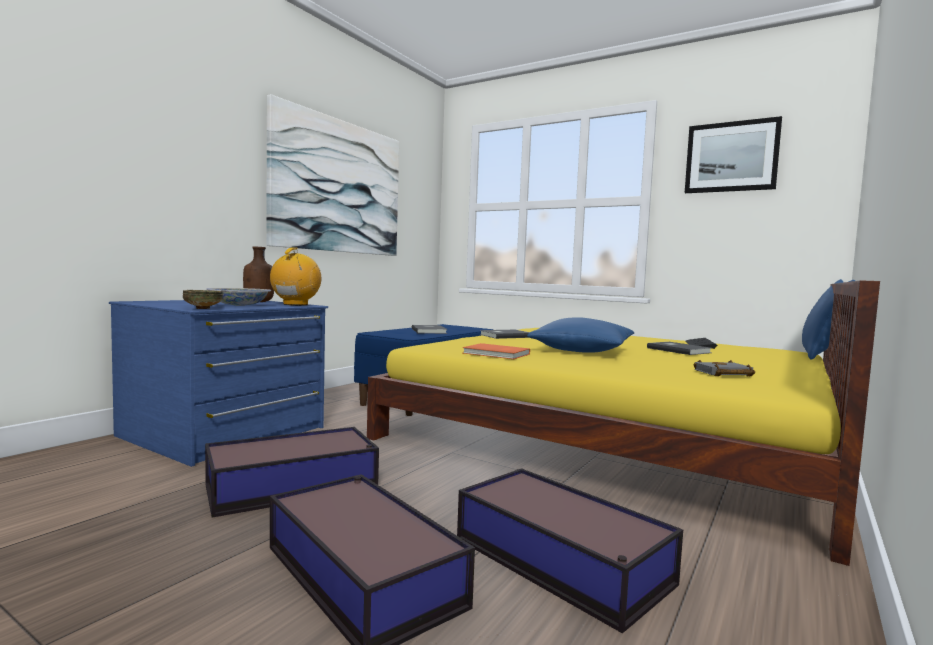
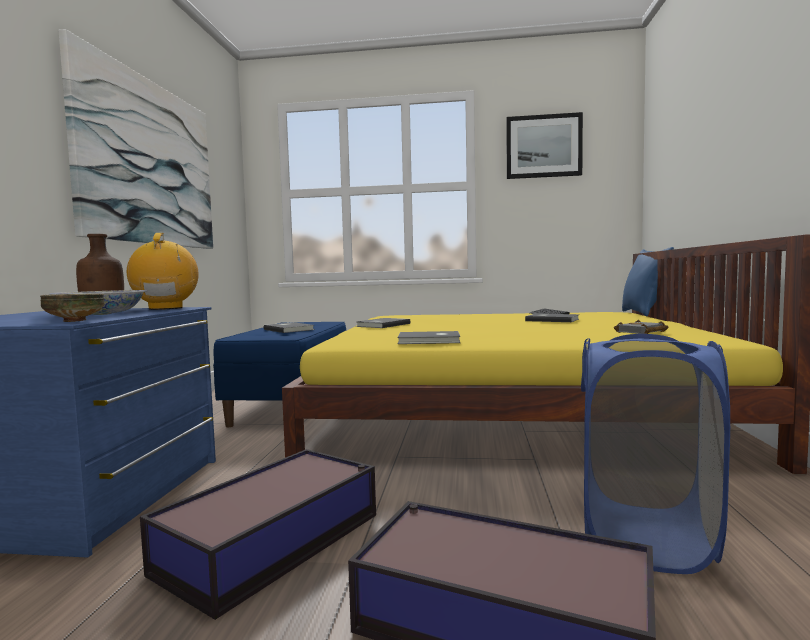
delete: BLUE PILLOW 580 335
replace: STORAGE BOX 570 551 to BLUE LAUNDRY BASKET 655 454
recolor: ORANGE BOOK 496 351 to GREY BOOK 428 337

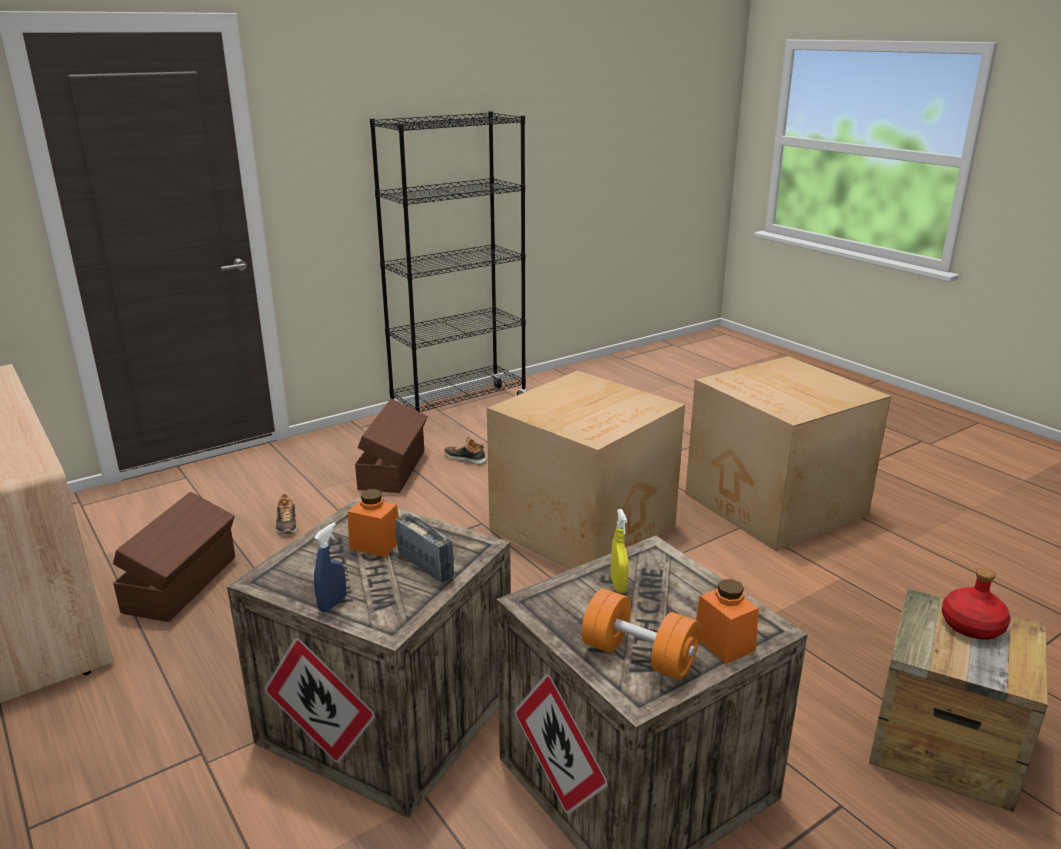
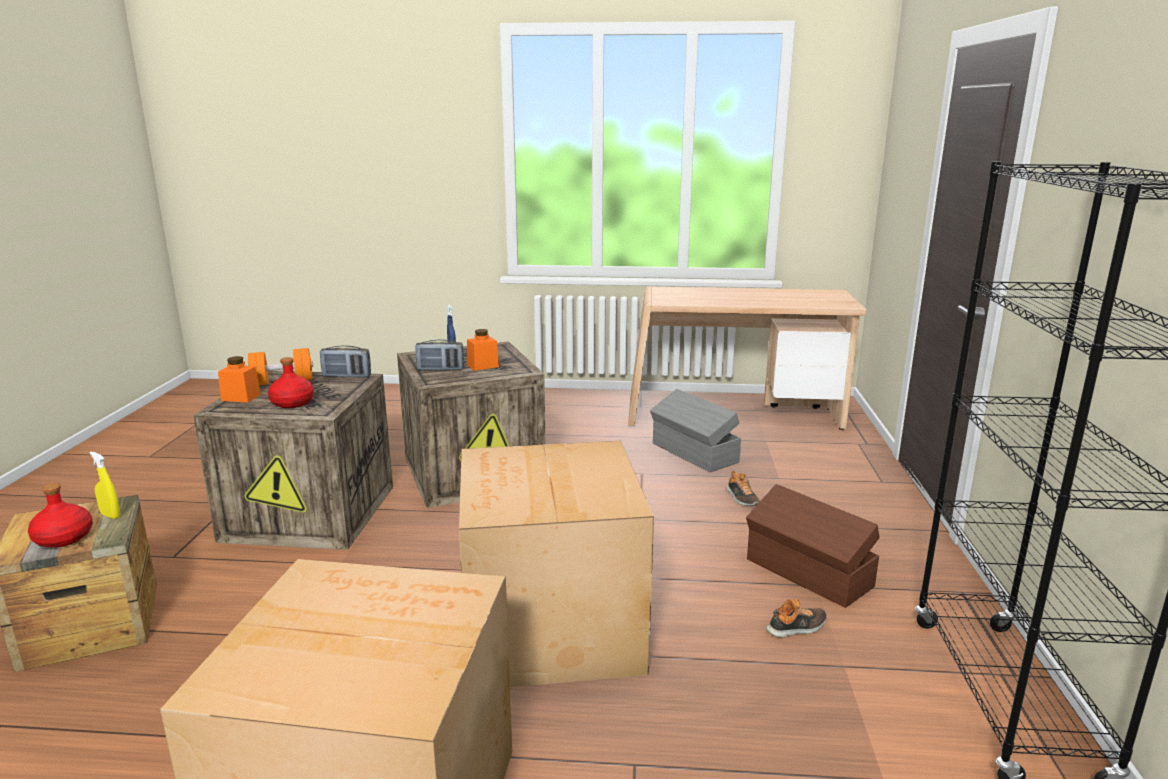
insert: RED BOTTLE 291 382; RADIO 345 361
move: YELLOW SPRAY BOTTLE 620 551 to 105 485
recolor: BROWN STORAGE BOX 174 557 to GREY STORAGE BOX 695 430
rotate: SHOE 286 514 = 743 488 135 degrees counterclockwise

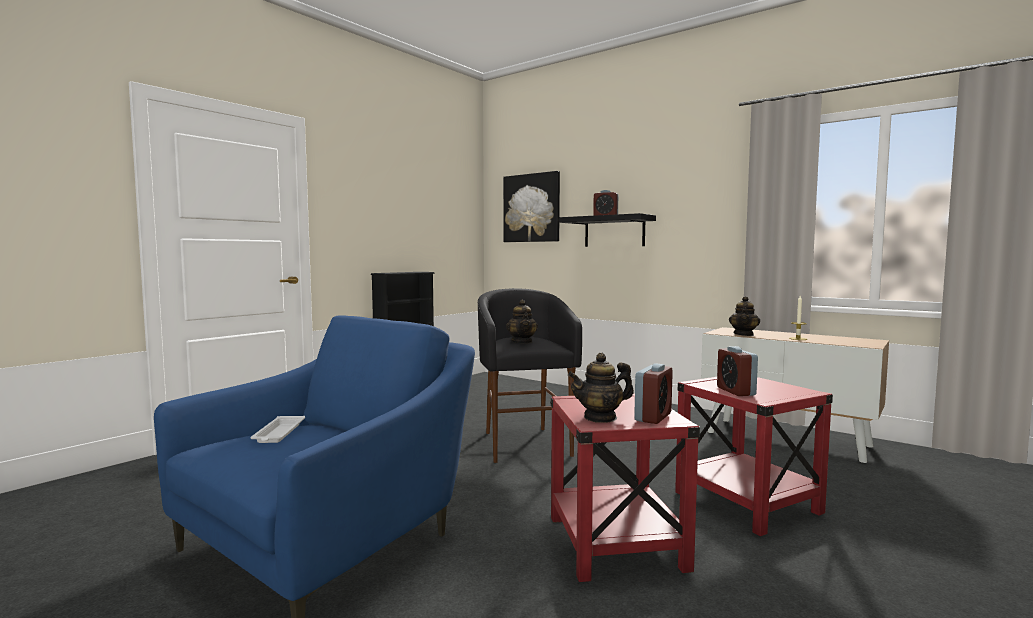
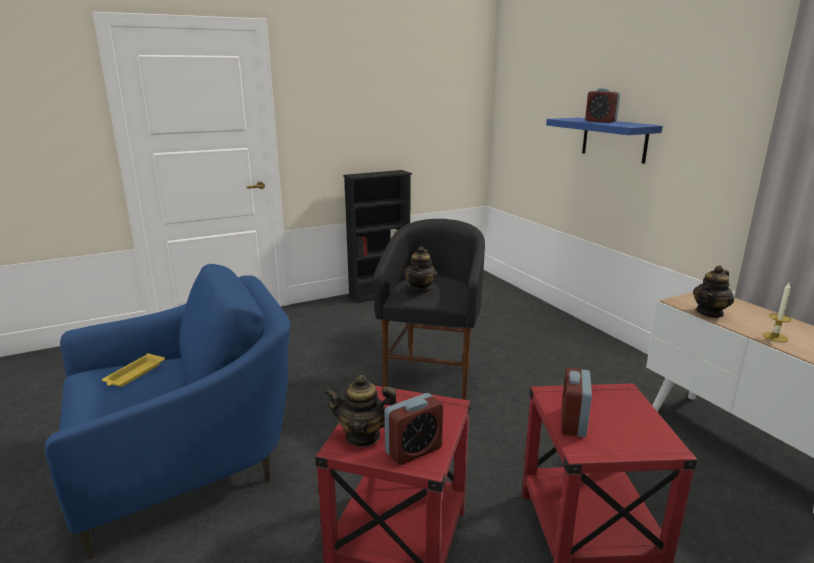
delete: PICTURE 531 206
recolor: WHITE TRAY 277 429 to YELLOW TRAY 133 370; BLACK SHELF 607 230 to BLUE SHELF 604 141

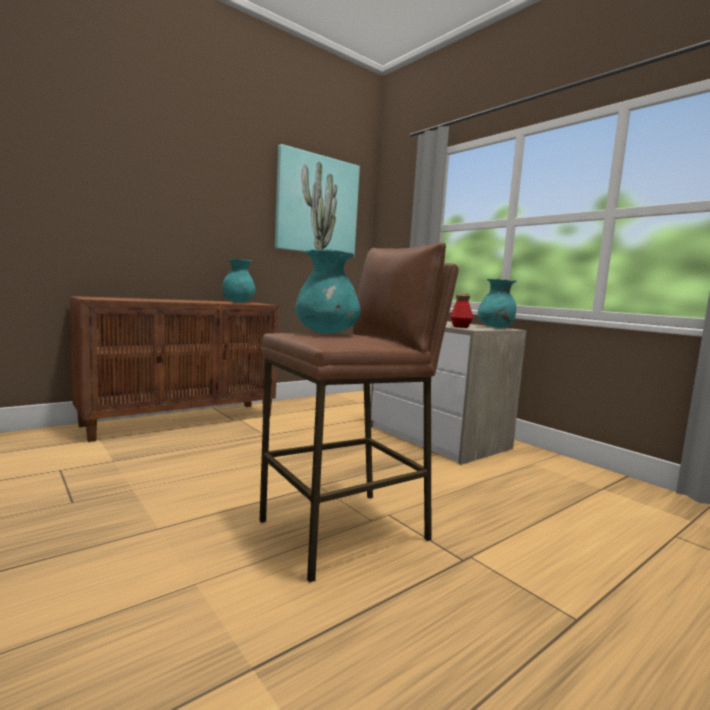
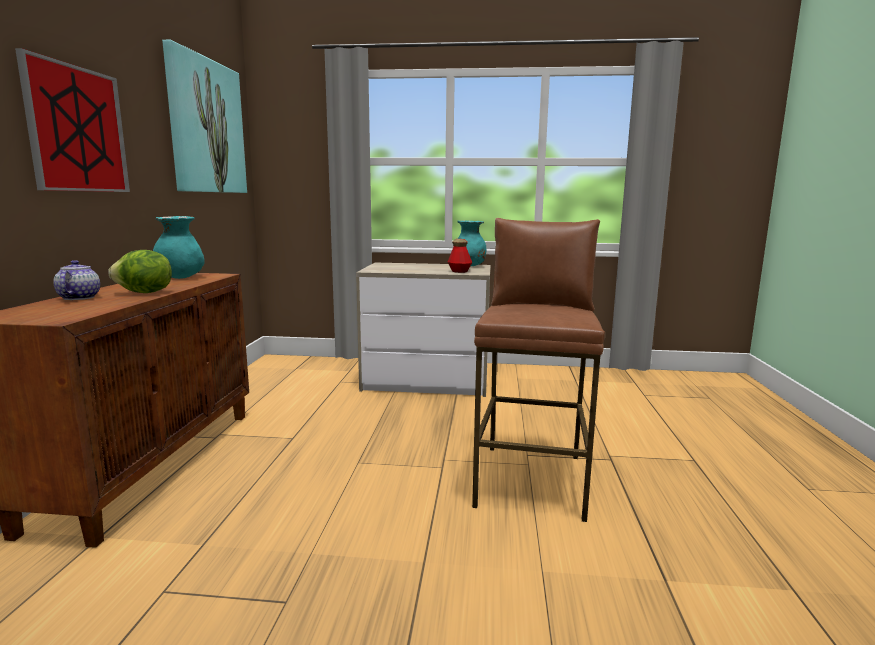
delete: TURQUOISE VASE 328 291
insert: PICTURE 72 120; TEAPOT 76 280; LETTUCE 140 271

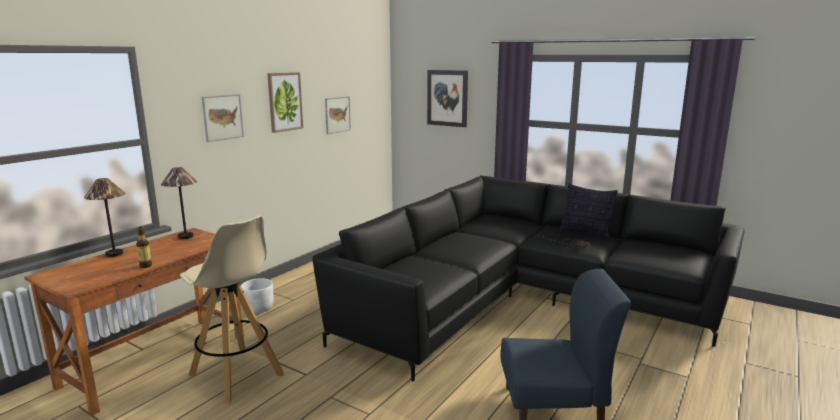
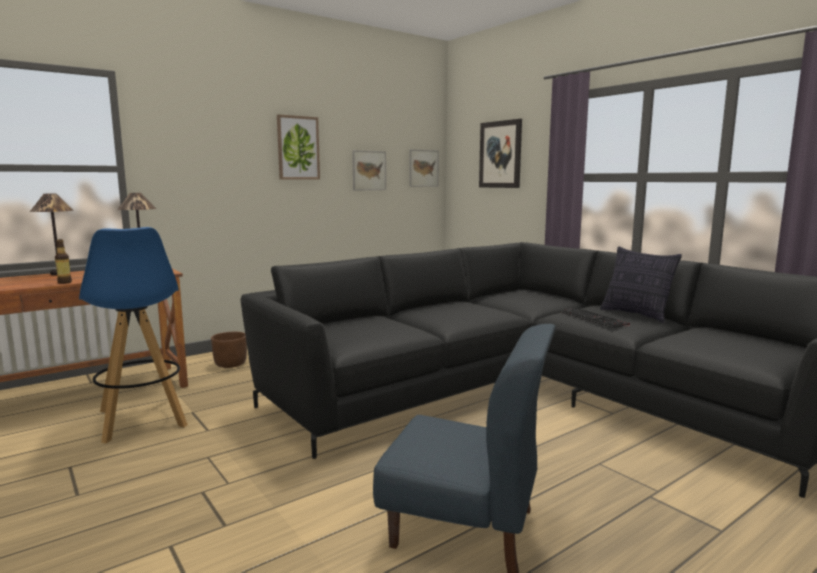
move: PICTURE 223 118 to 424 168
recolor: BEIGE STOOL 232 309 to BLUE STOOL 133 335; WHITE PLANTER 257 295 to BROWN PLANTER 229 350

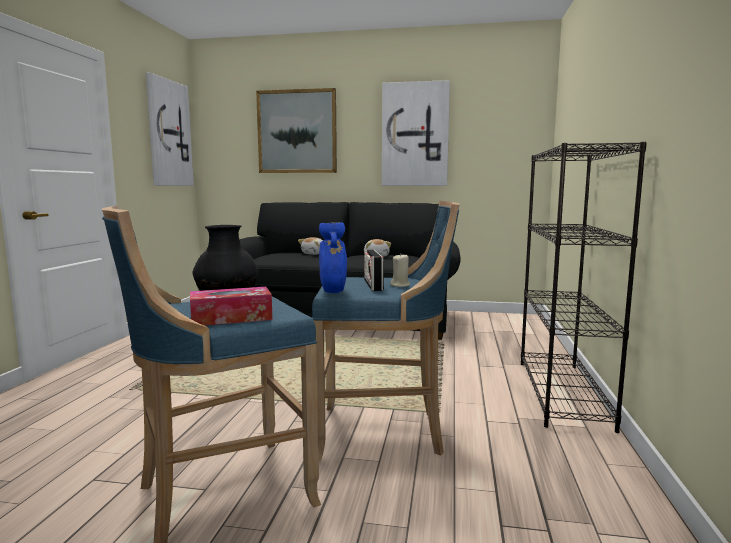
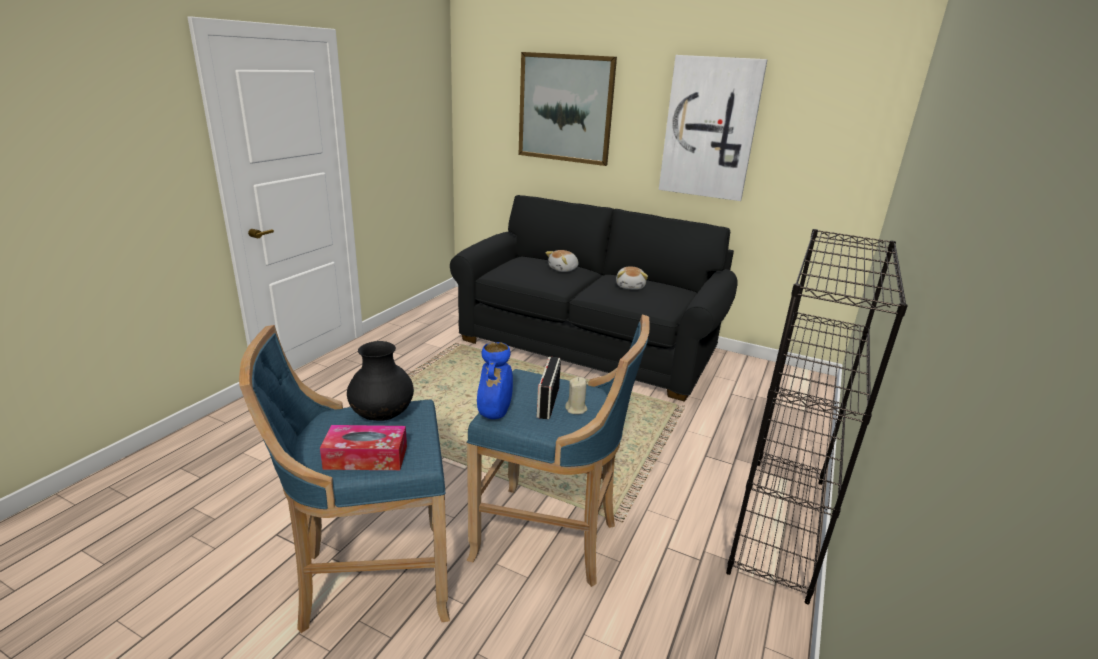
delete: PICTURE 170 129

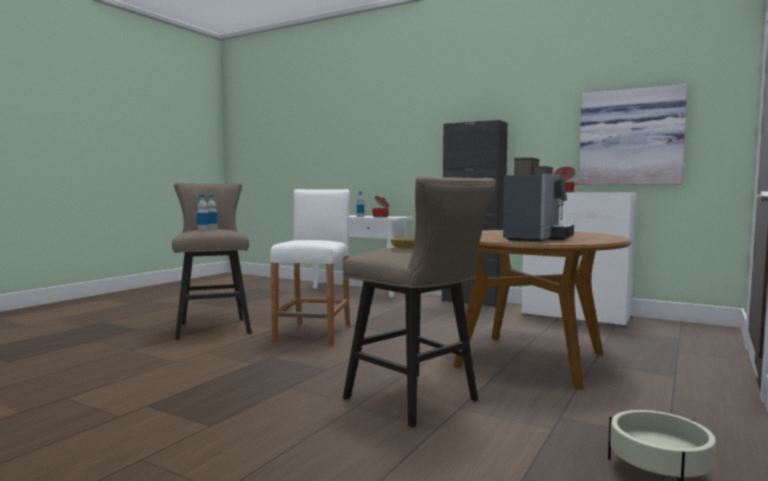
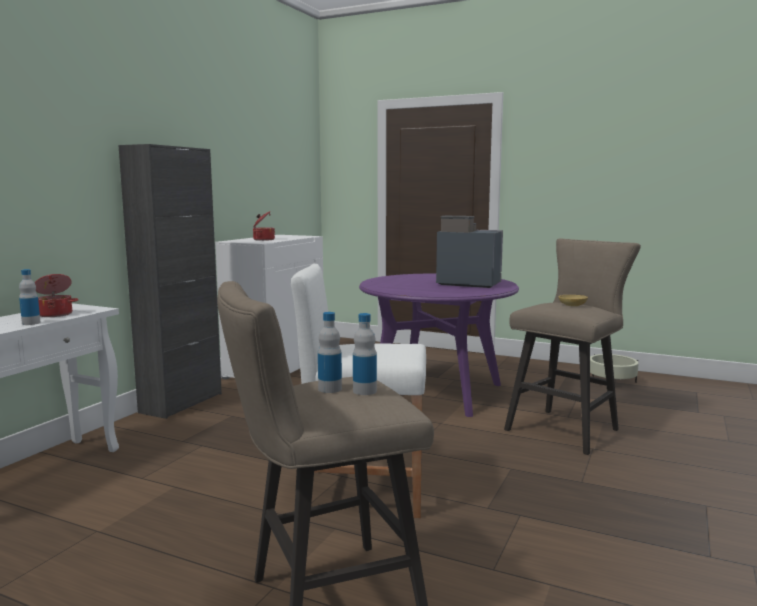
delete: PICTURE 633 134
recolor: BROWN DINING TABLE 542 310 to PURPLE DINING TABLE 439 345

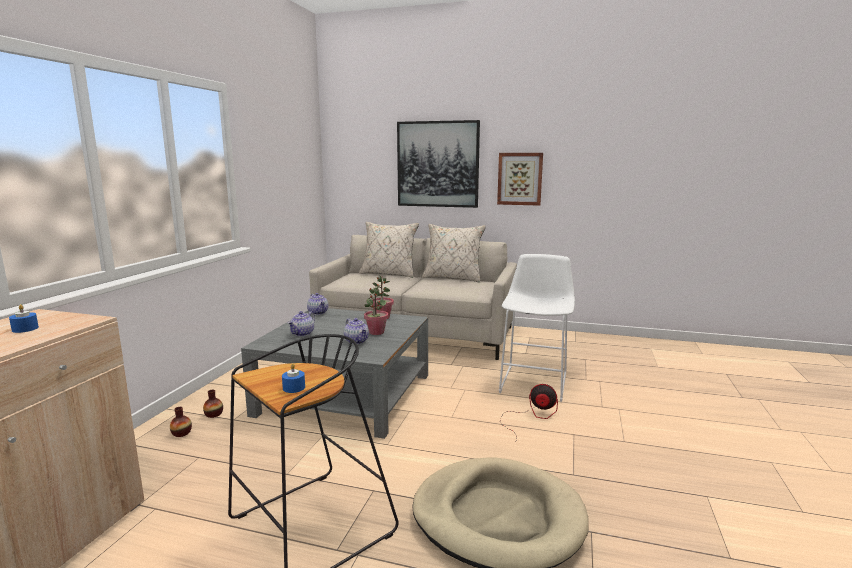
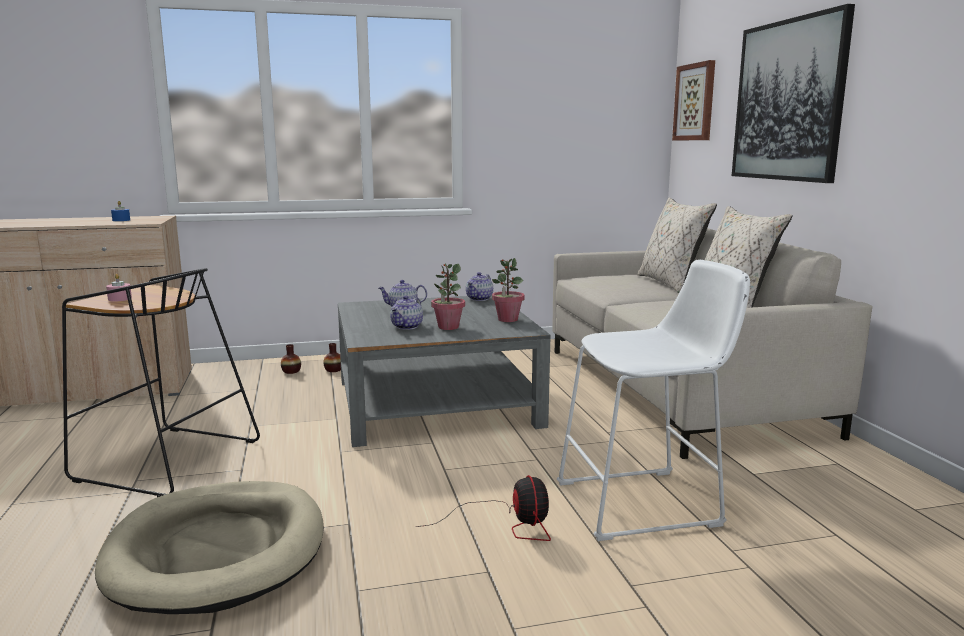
move: PICTURE 520 179 to 693 100
recolor: BLUE CANDLE 293 378 to PINK CANDLE 119 287

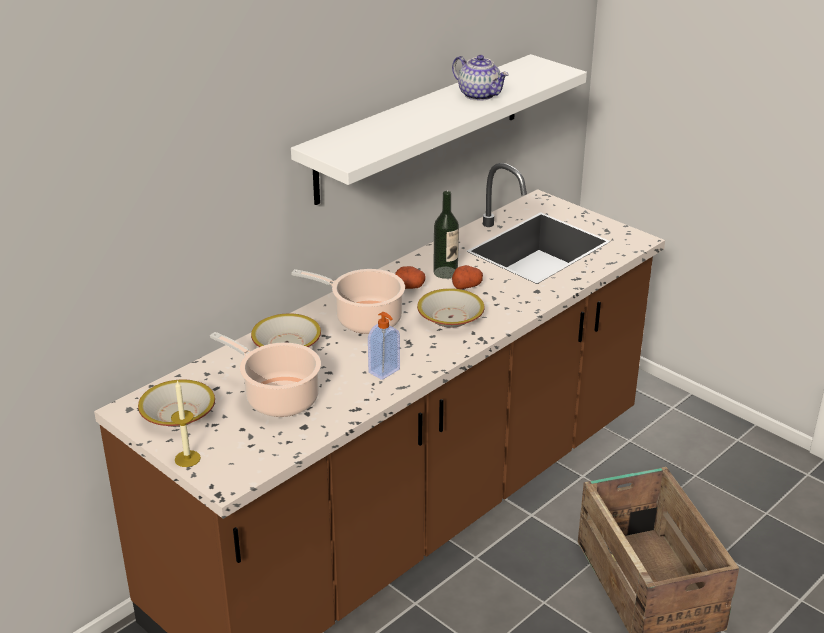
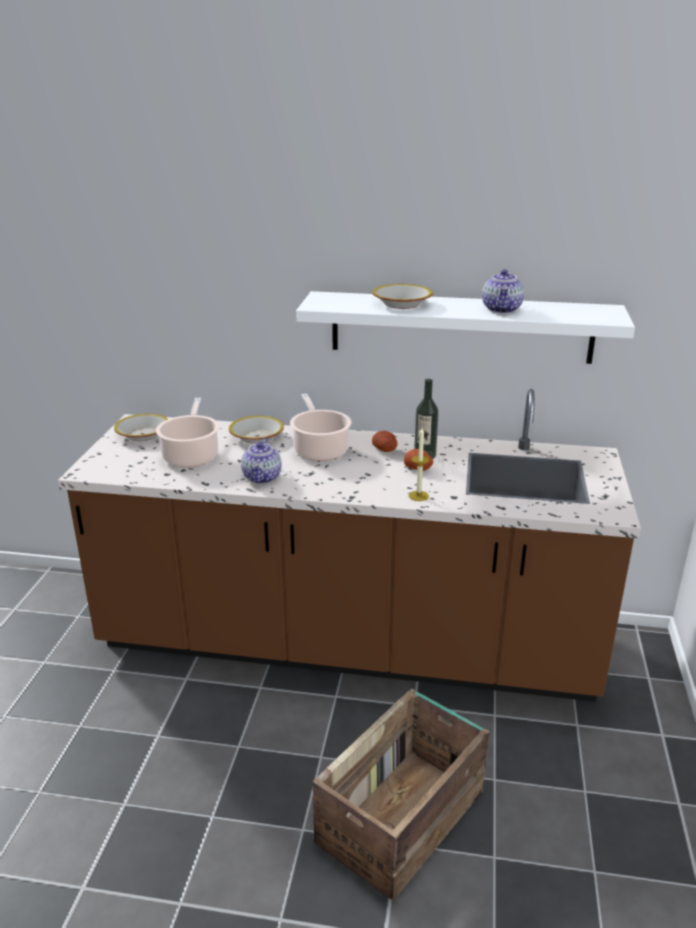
move: CANDLE 186 423 to 419 464; BOWL 451 308 to 402 296
replace: SOAP DISPENSER 384 346 to TEAPOT 261 461

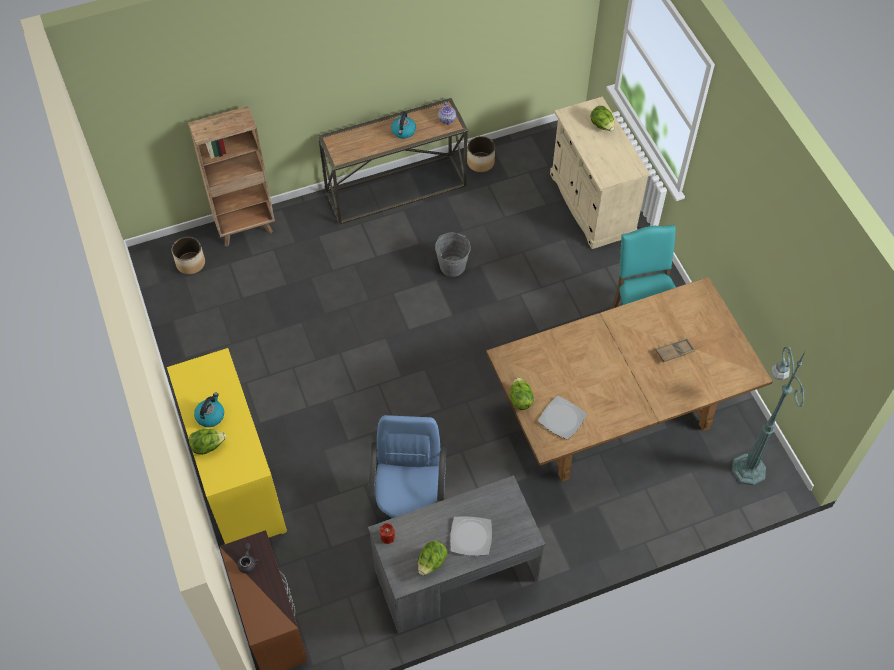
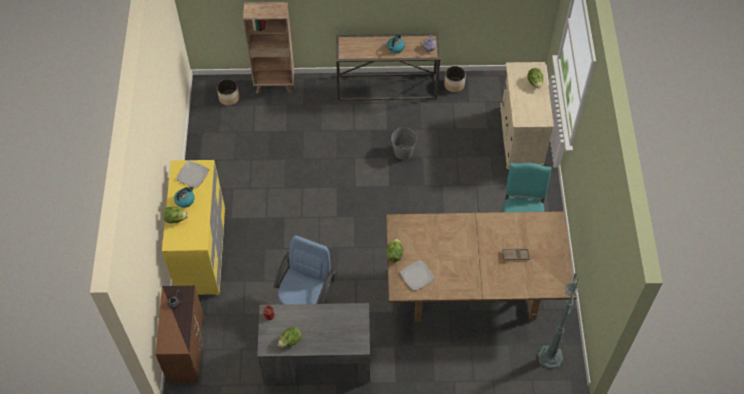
move: PLATE 471 536 to 192 174

